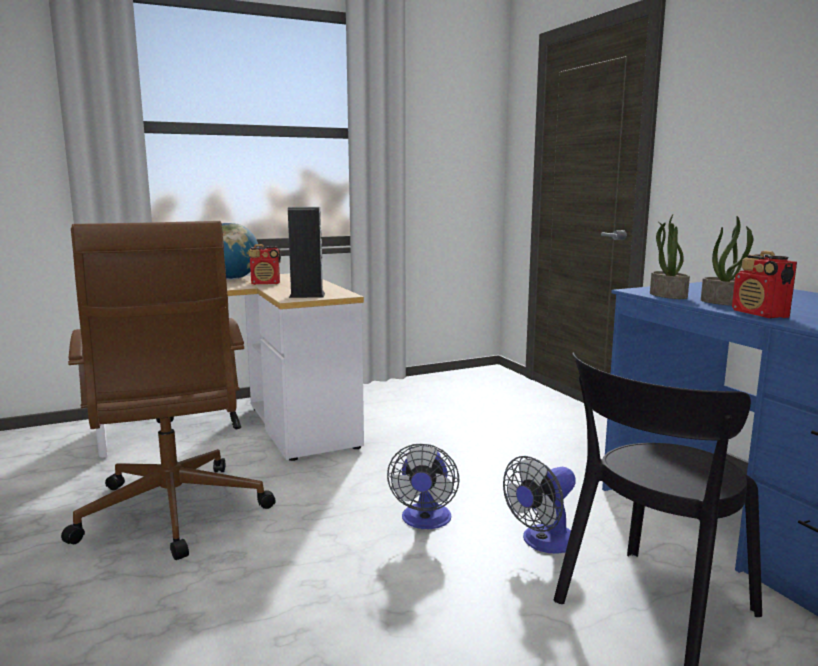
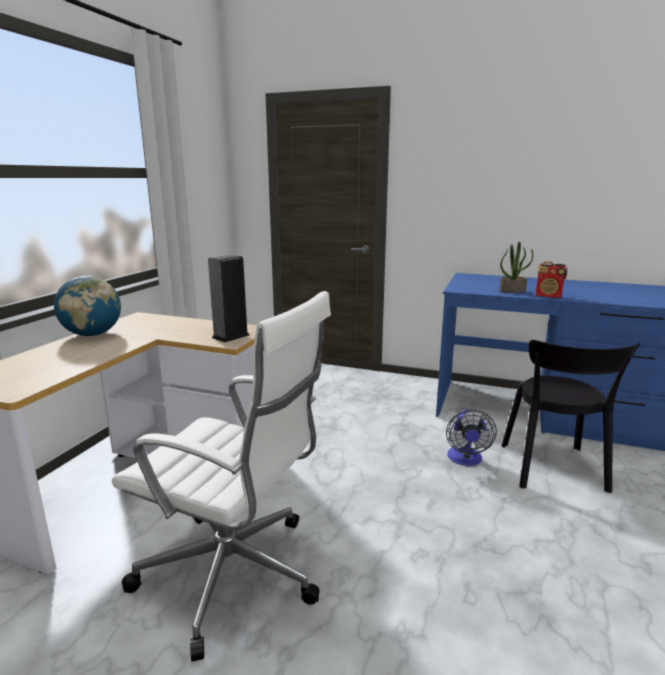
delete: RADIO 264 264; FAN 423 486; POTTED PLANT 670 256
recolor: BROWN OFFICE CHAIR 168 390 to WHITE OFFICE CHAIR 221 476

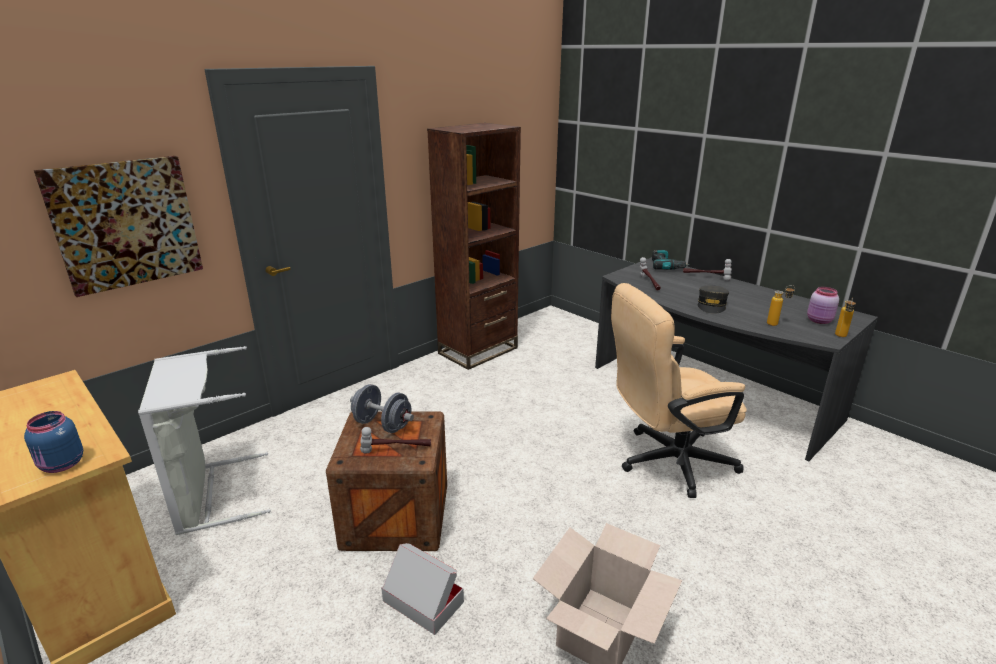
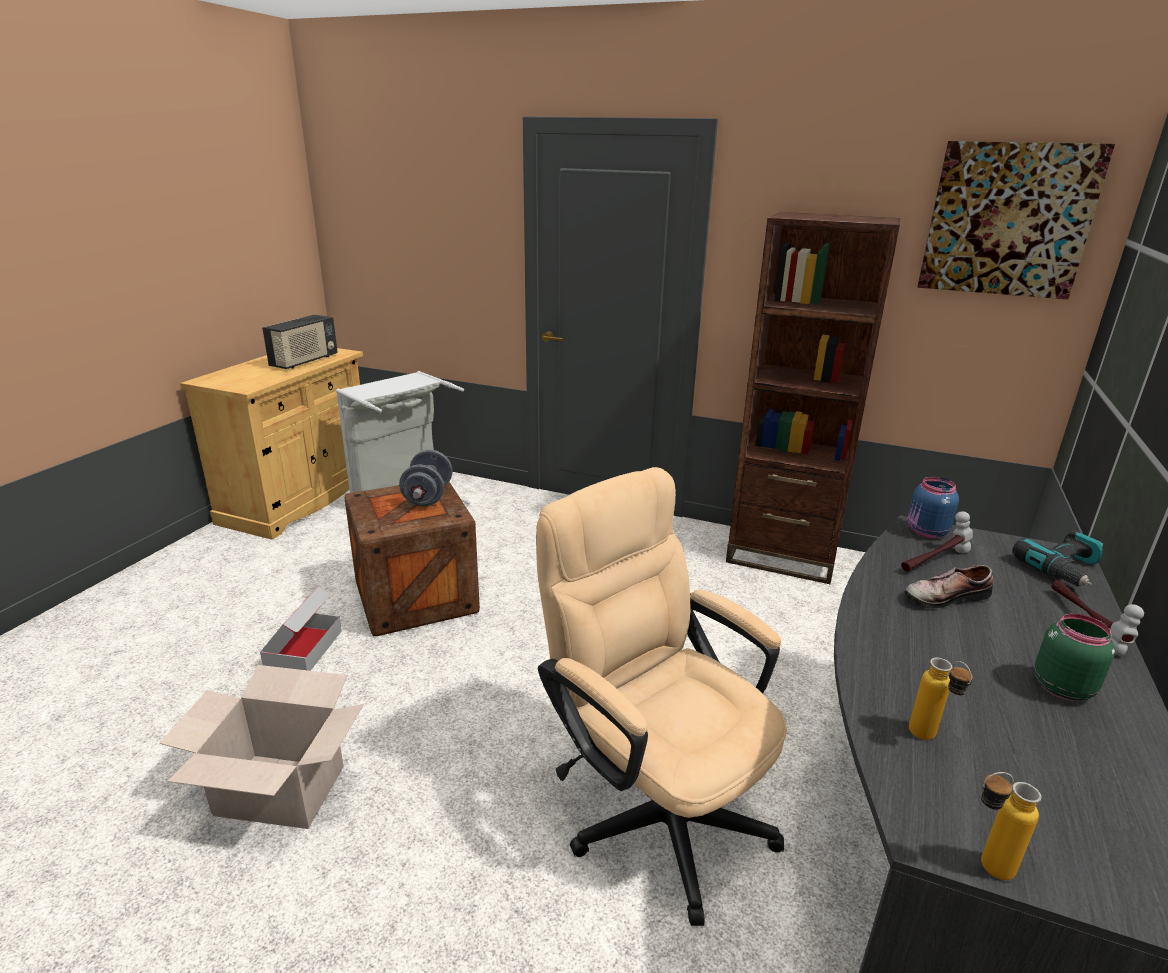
delete: HAMMER 395 440; GREY CAP 713 299; PINK JAR 823 305
insert: RADIO 300 342; SHOE 948 587; GREEN JAR 1074 657
move: BLUE JAR 53 442 to 933 507; PICTURE 118 226 to 1016 220

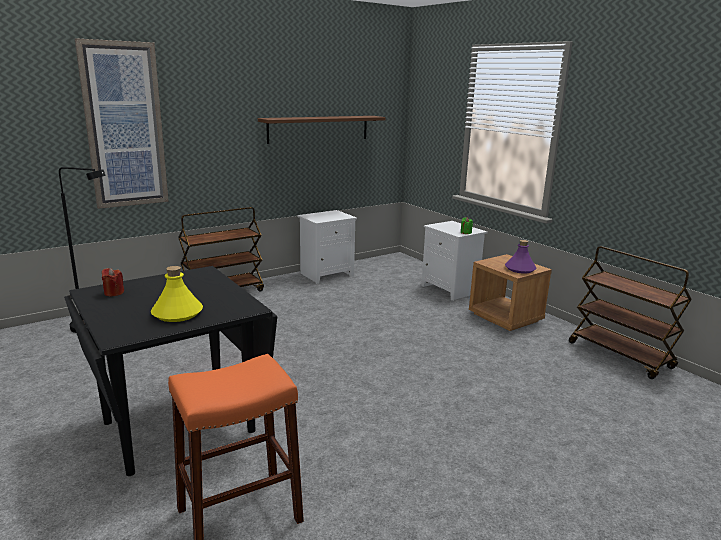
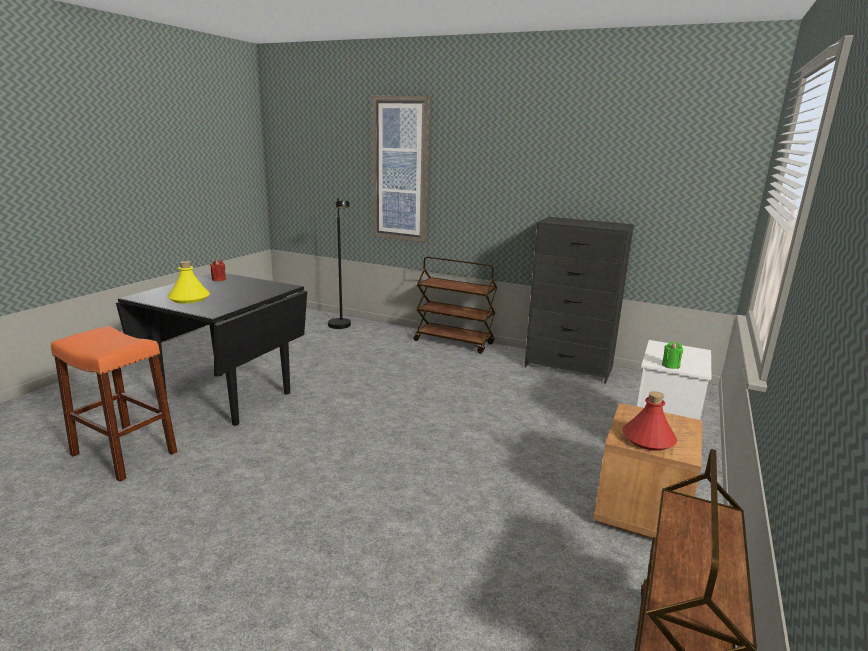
delete: BROWN SHELF 322 130
replace: WHITE NIGHTSTAND 327 247 to BLACK DRESSER 579 300
recolor: PURPLE BOTTLE 520 257 to RED BOTTLE 649 421

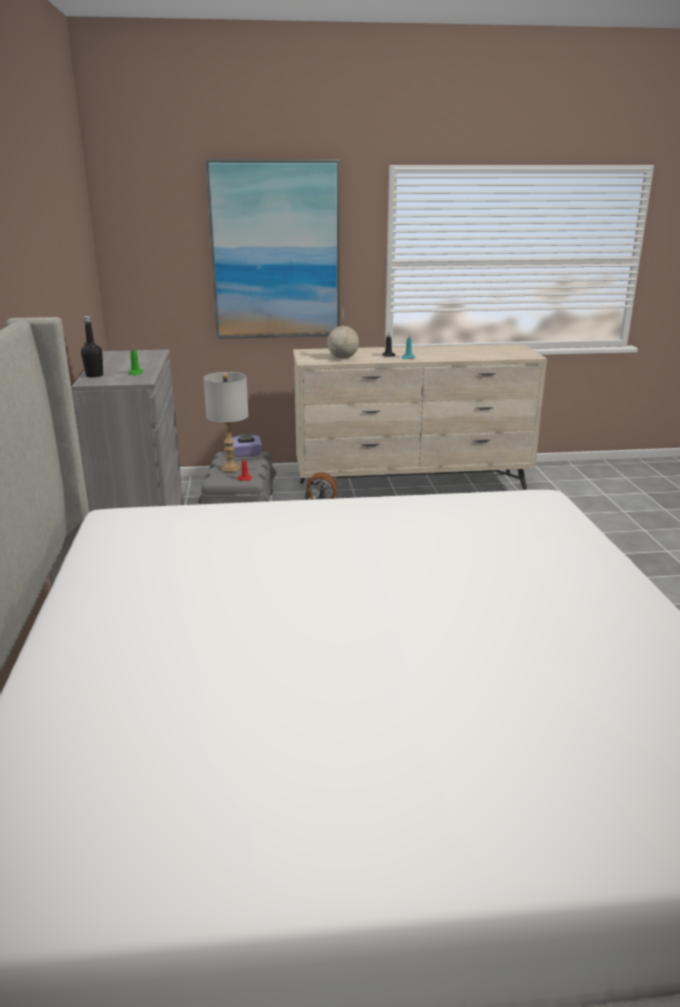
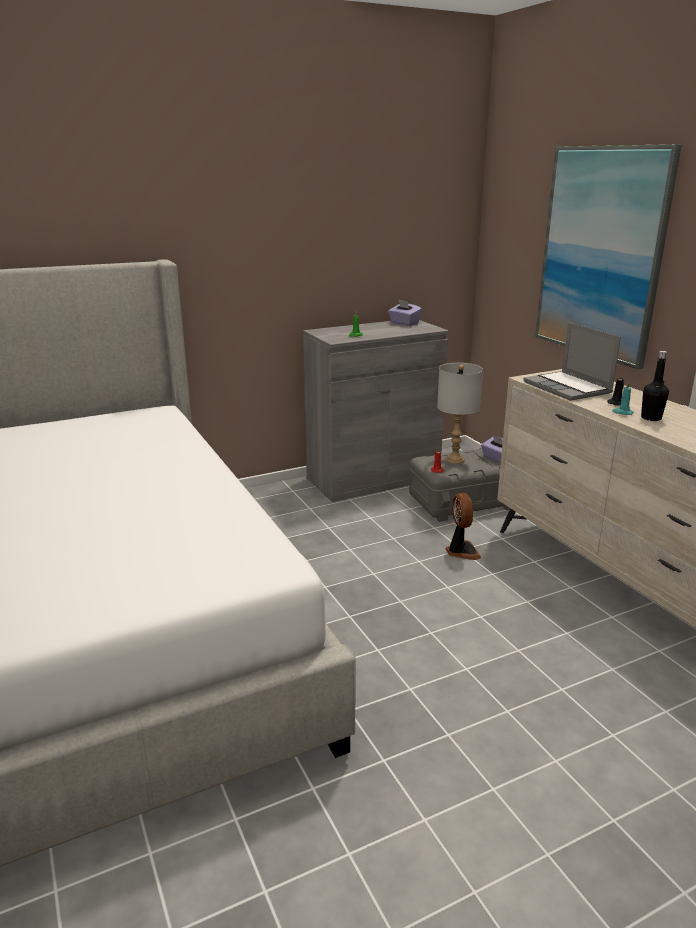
insert: PURPLE TISSUE BOX 405 312
move: BLACK BOTTLE 92 346 to 655 386
replace: GLOBE 343 333 to LAPTOP 572 361

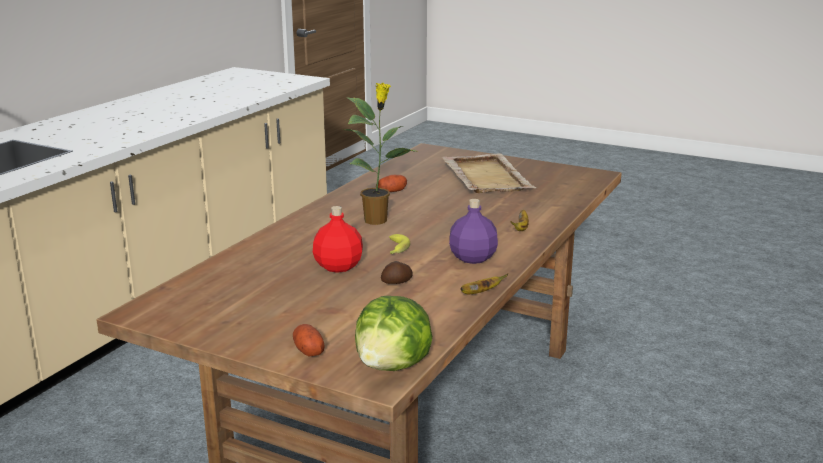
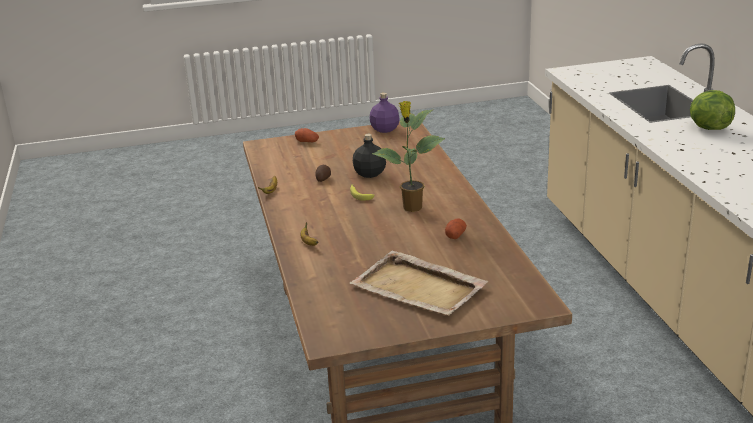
move: LETTUCE 393 333 to 712 110; PURPLE BOTTLE 473 231 to 385 113
recolor: RED BOTTLE 338 239 to BLACK BOTTLE 369 156

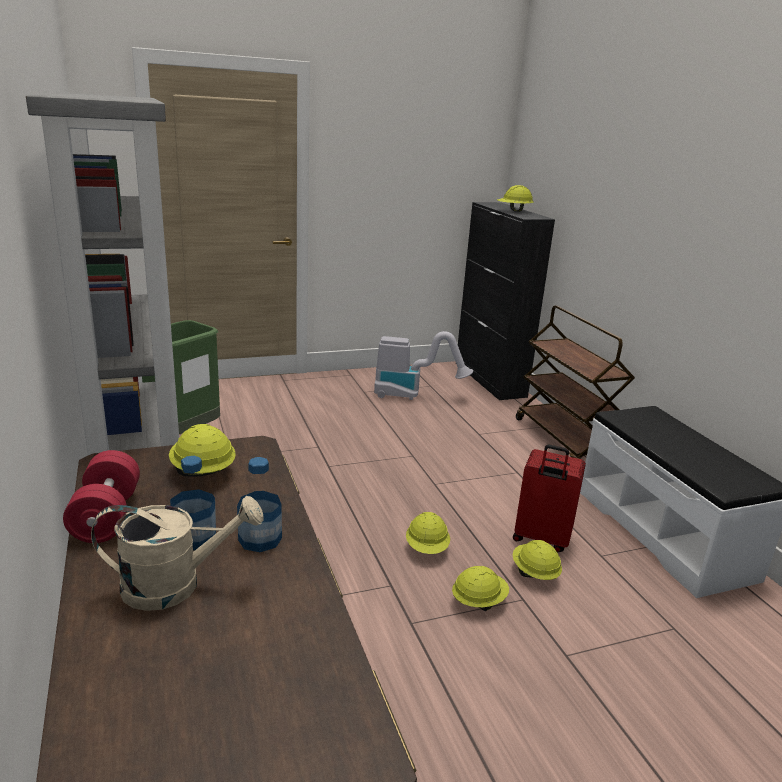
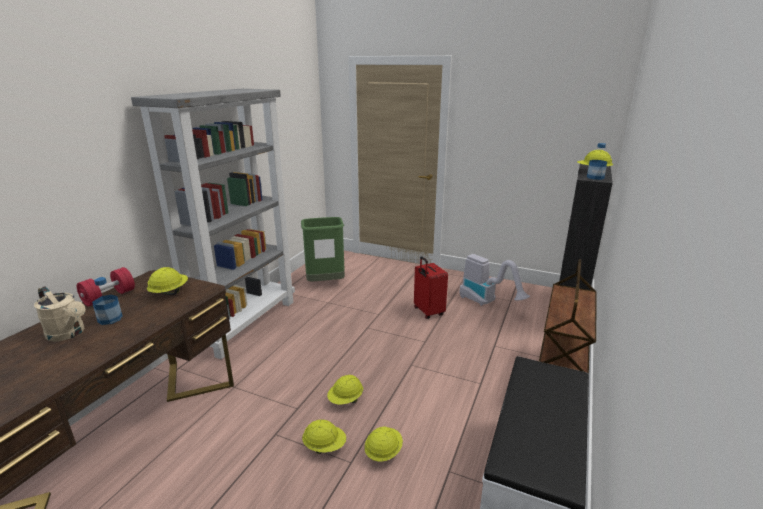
move: BOTTLE 259 504 to 597 161; RED SUITCASE 549 499 to 431 287

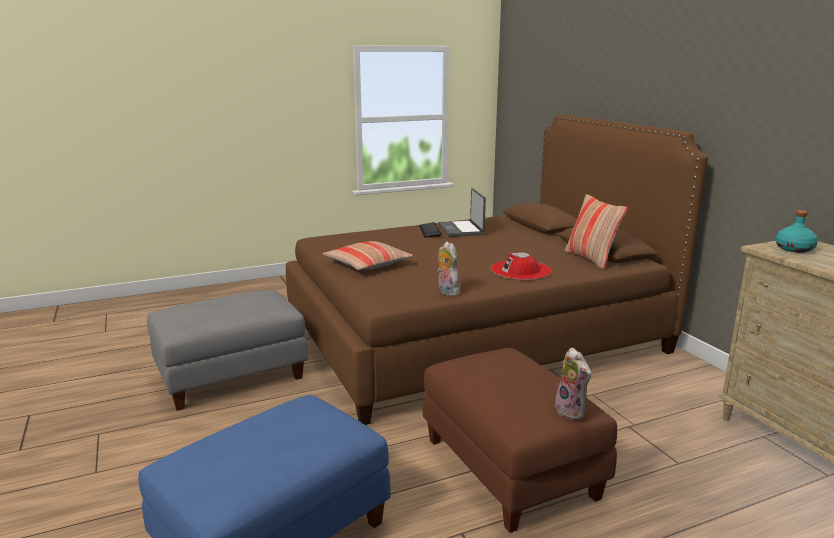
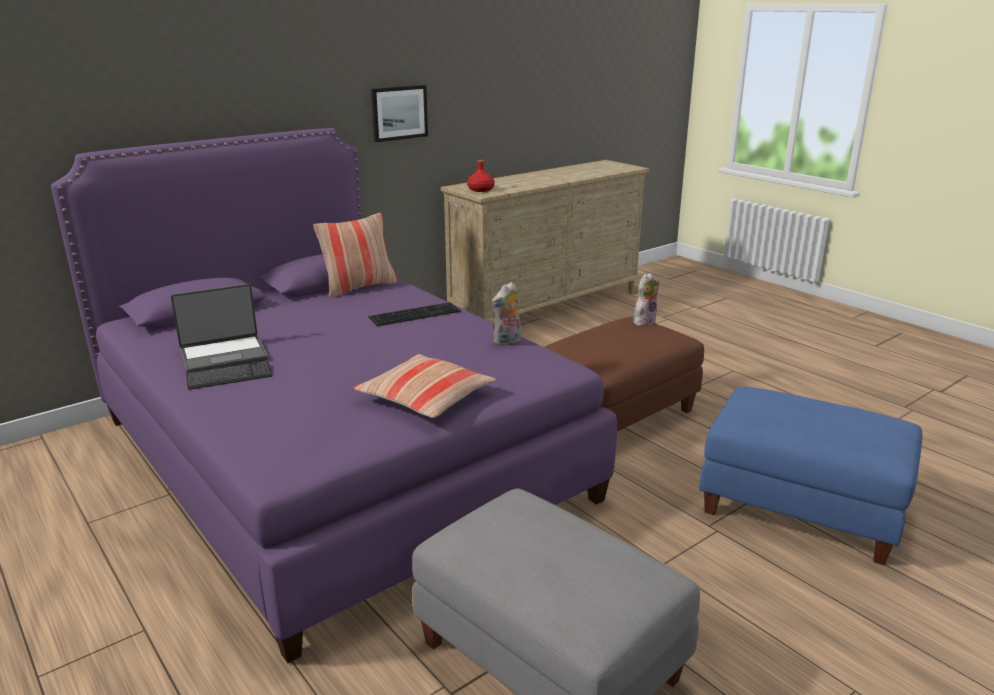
insert: PICTURE 399 113
replace: RED HAT 521 266 to KEYBOARD 414 314
recolor: BROWN BED 497 270 to PURPLE BED 334 395; TURQUOISE BOTTLE 796 231 to RED BOTTLE 481 176

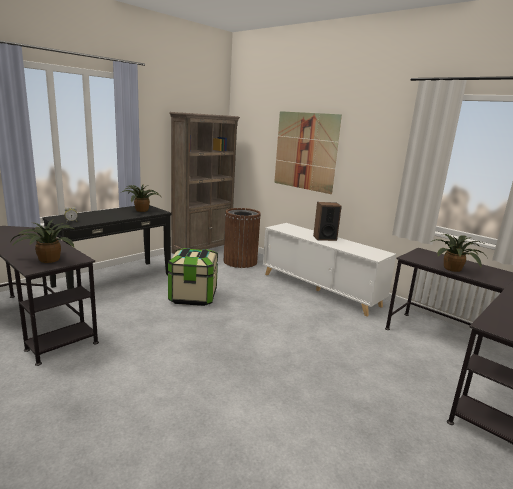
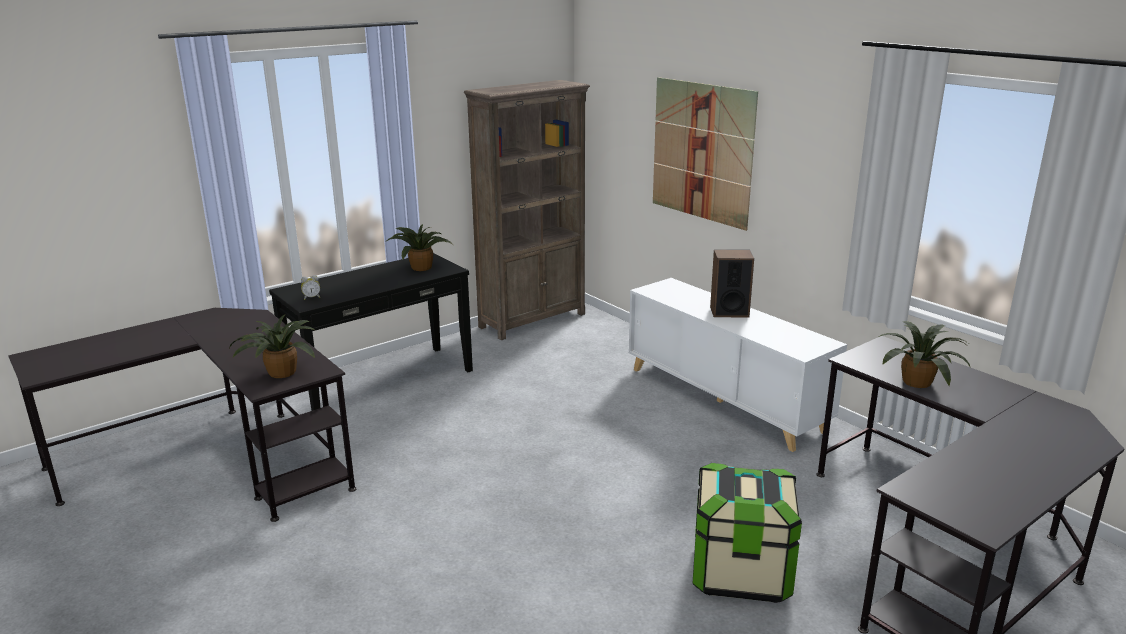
delete: BROWN TRASH CAN 242 238
move: STORAGE BOX 193 277 to 747 533

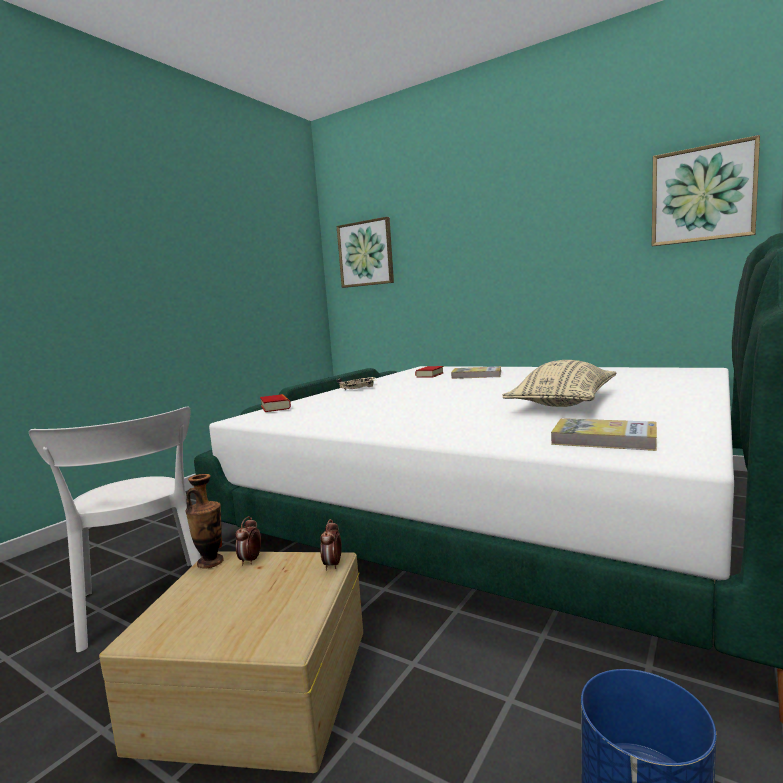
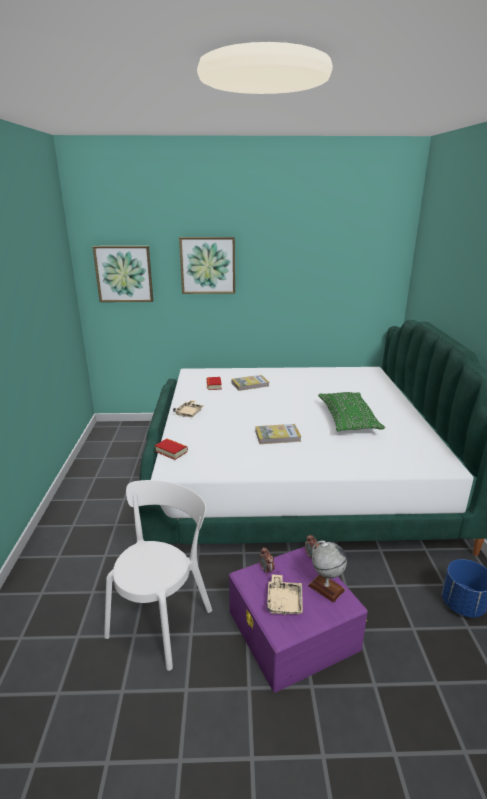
delete: VASE 205 521
insert: BEIGE TRAY 285 594; GLOBE 327 572
move: BOOK 604 434 to 278 434; PICTURE 706 190 to 207 265
recolor: BEIGE STORAGE BOX 231 662 to PURPLE STORAGE BOX 298 619; BEIGE PILLOW 559 383 to GREEN PILLOW 351 412
rotate: WHITE CHAIR 115 529 = 158 575 90 degrees counterclockwise

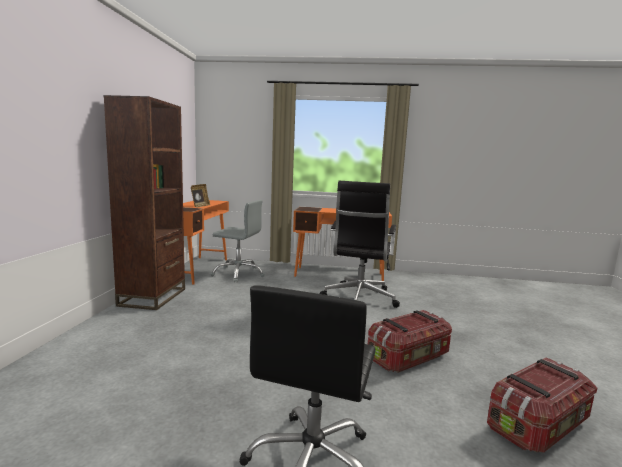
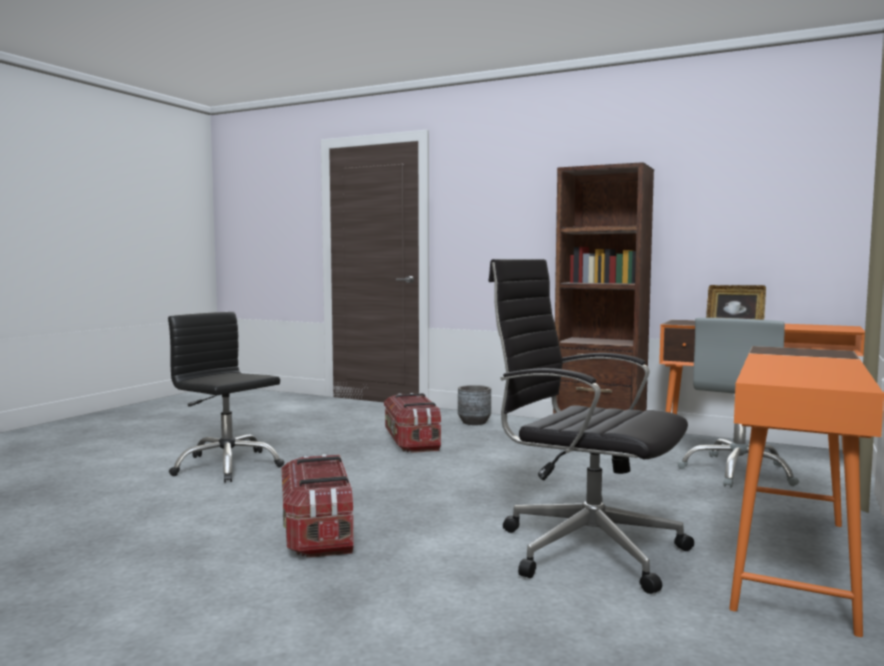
insert: GREY PLANTER 474 405
move: STORAGE BOX 542 405 to 412 423

